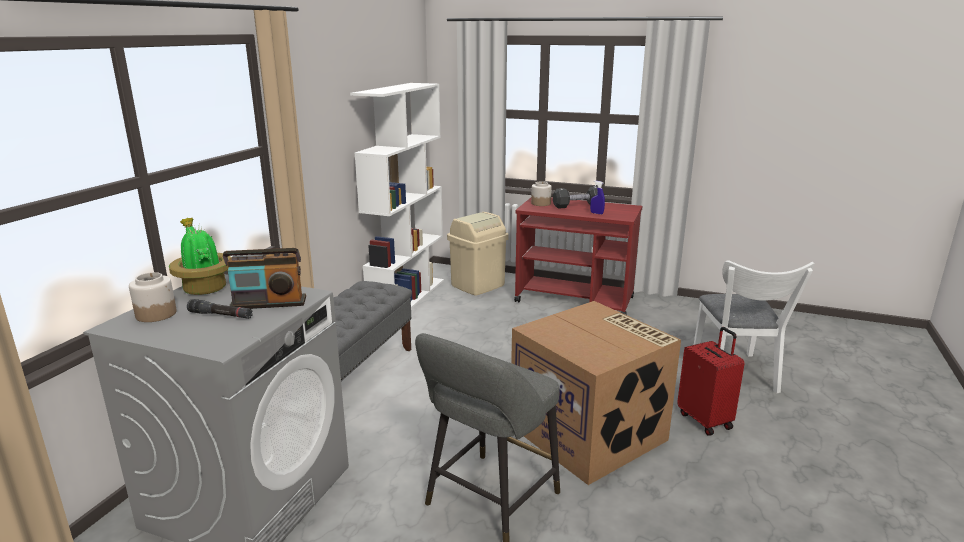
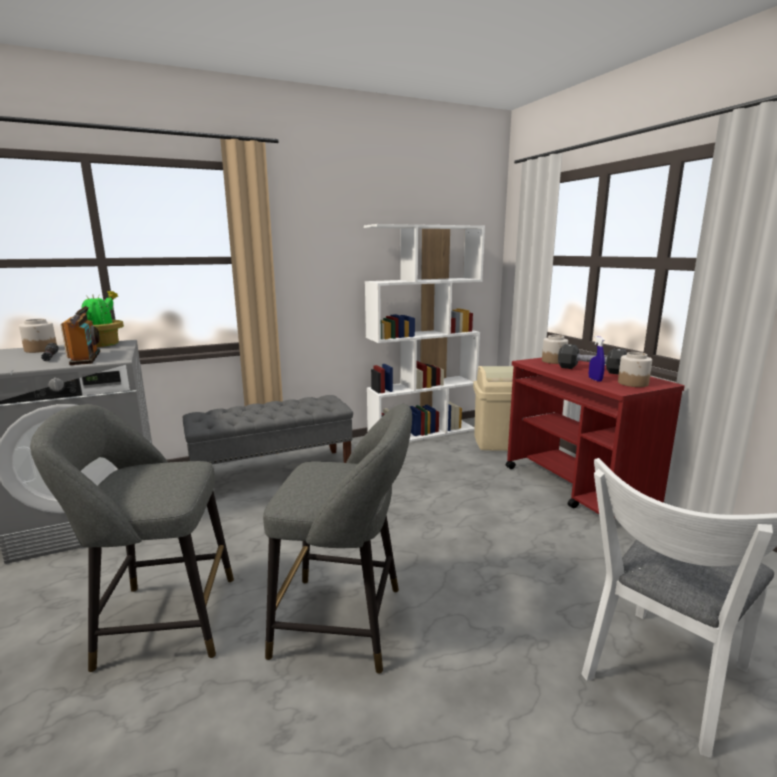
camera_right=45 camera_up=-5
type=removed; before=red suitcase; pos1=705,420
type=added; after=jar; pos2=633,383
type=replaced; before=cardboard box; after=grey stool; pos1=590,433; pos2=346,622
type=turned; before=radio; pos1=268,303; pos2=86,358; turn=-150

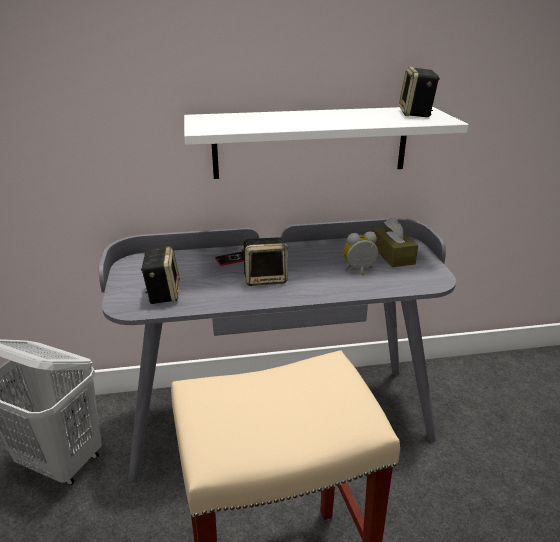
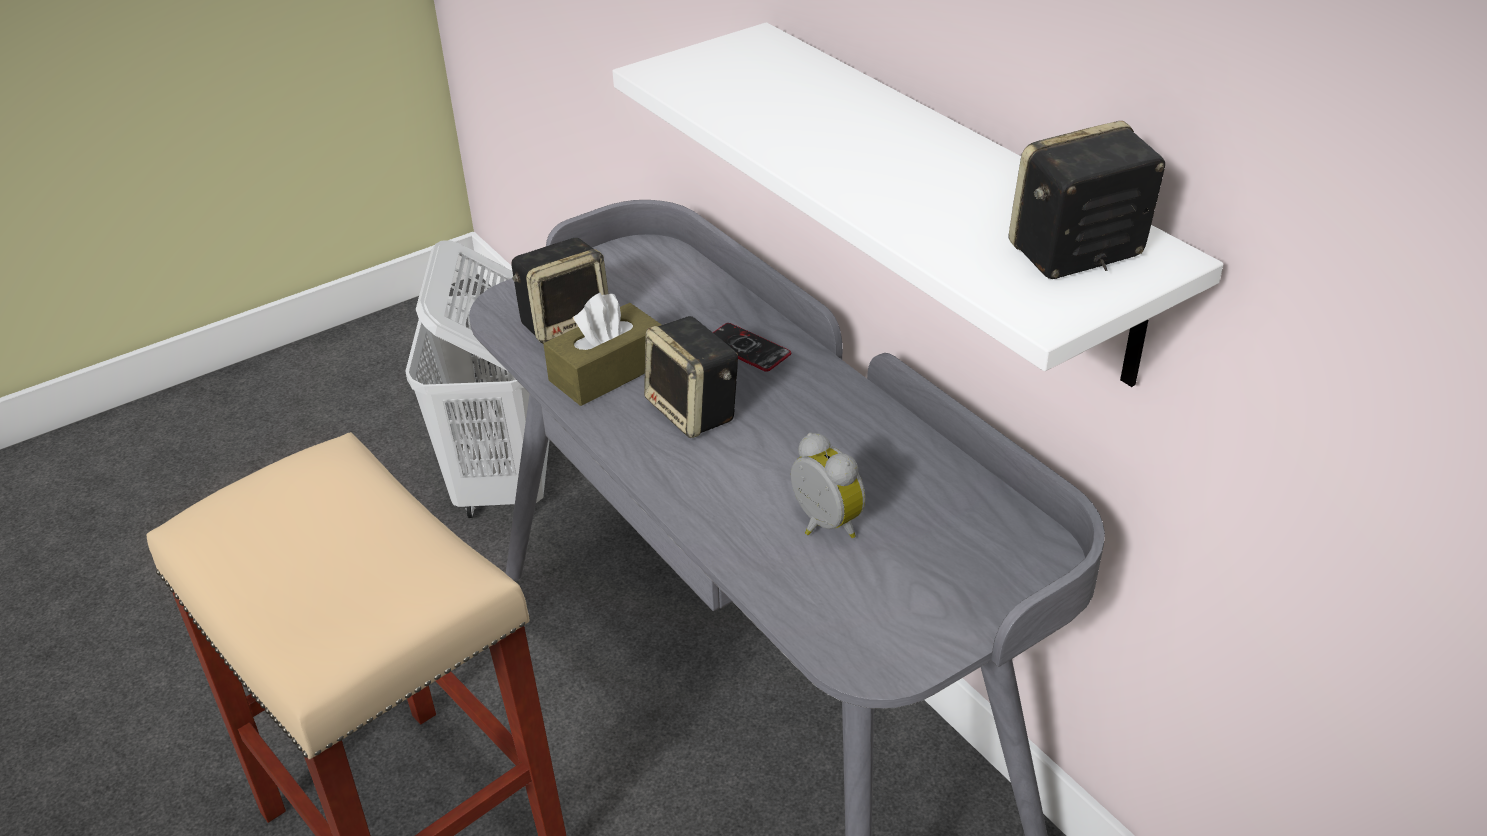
camera_right=65 camera_up=10
type=moved; before=brown tissue box; pos1=393,255; pos2=607,372

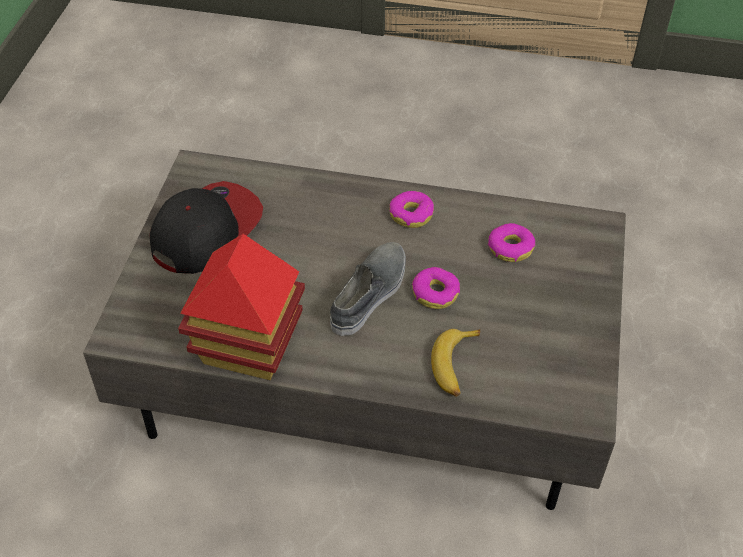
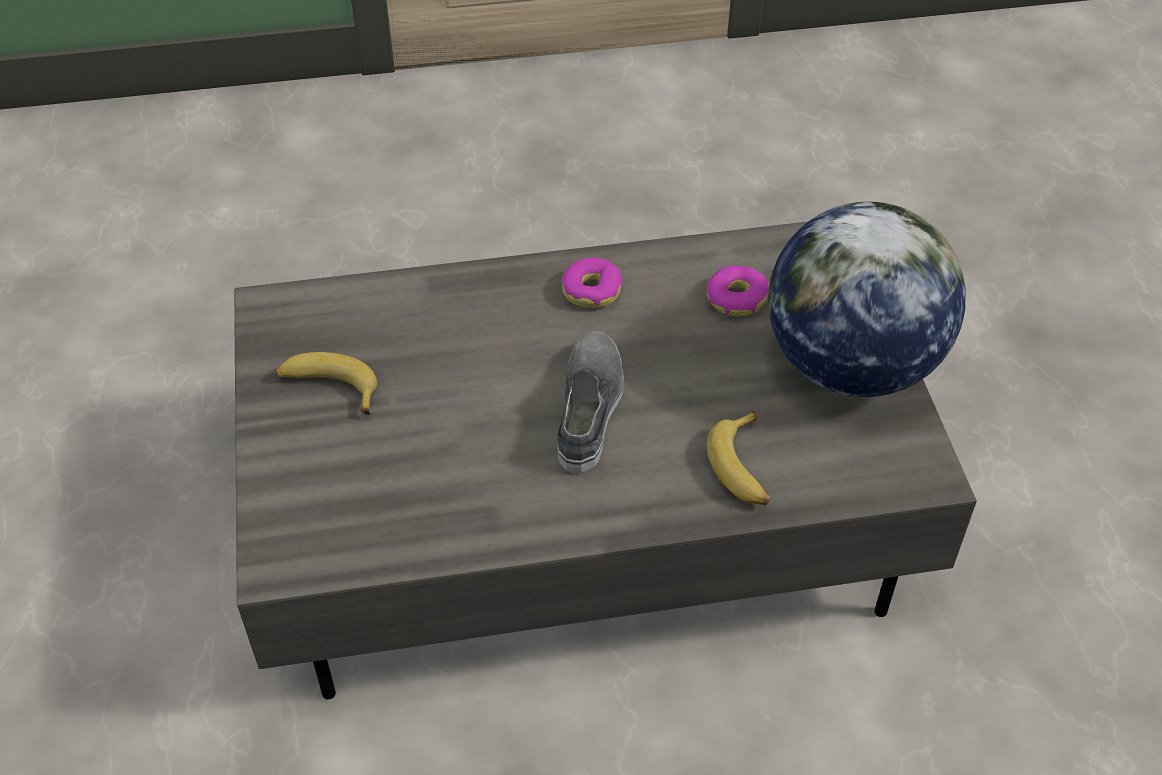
camera_right=-20 camera_up=0
type=removed; before=toy house; pos1=247,347
type=removed; before=donut; pos1=435,293
type=added; after=globe; pos2=850,365
type=replaced; before=cap; after=banana; pos1=206,231; pos2=328,388

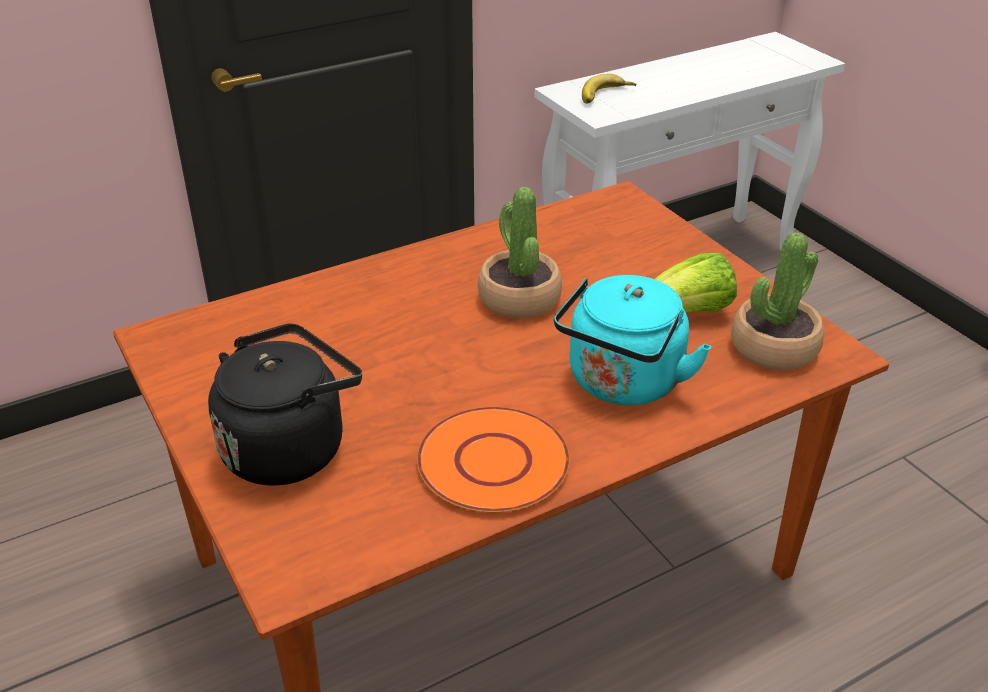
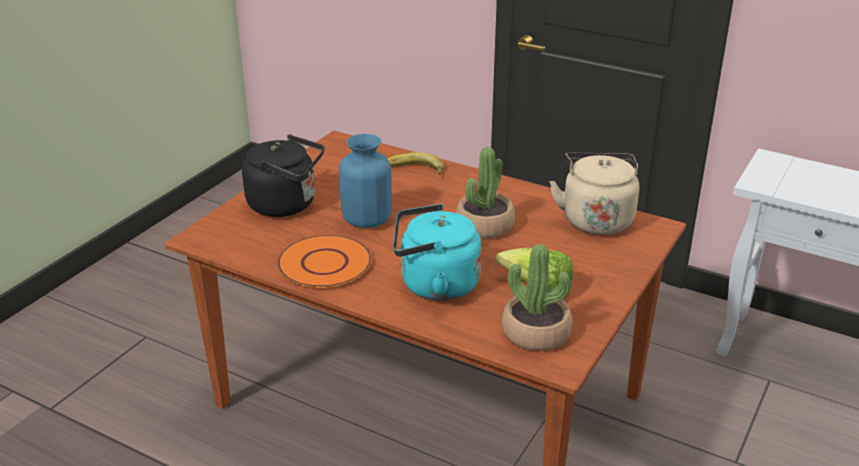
camera_right=60 camera_up=-5
type=added; after=blue vase; pos2=367,219
type=added; after=beige kettle; pos2=596,218
type=moved; before=banana; pos1=606,96; pos2=415,170

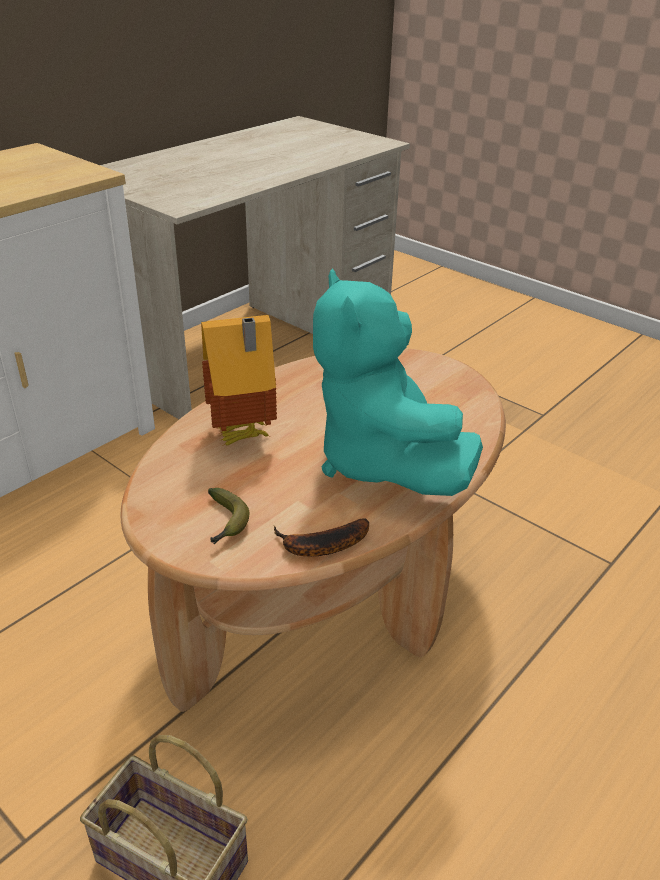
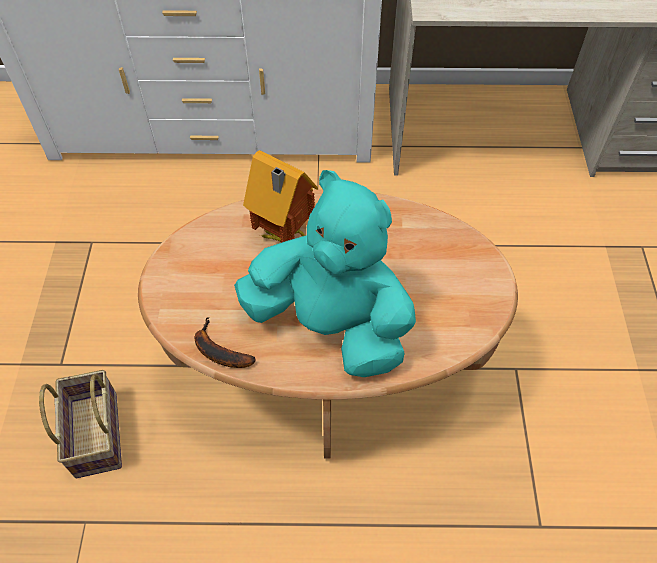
camera_right=50 camera_up=20
type=removed; before=banana; pos1=225,523
type=turned; before=turquoise plush toy; pos1=381,462; pos2=331,325; turn=90

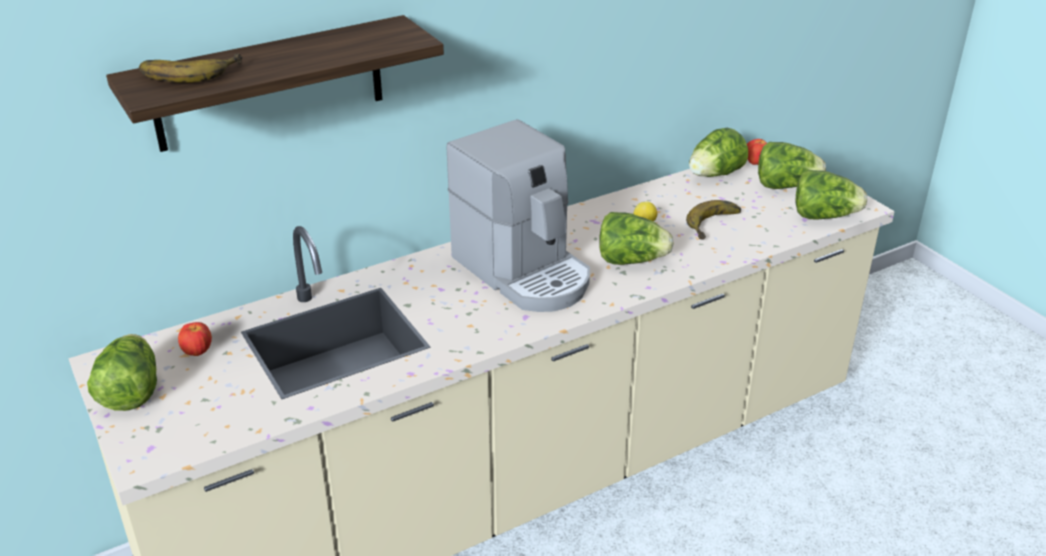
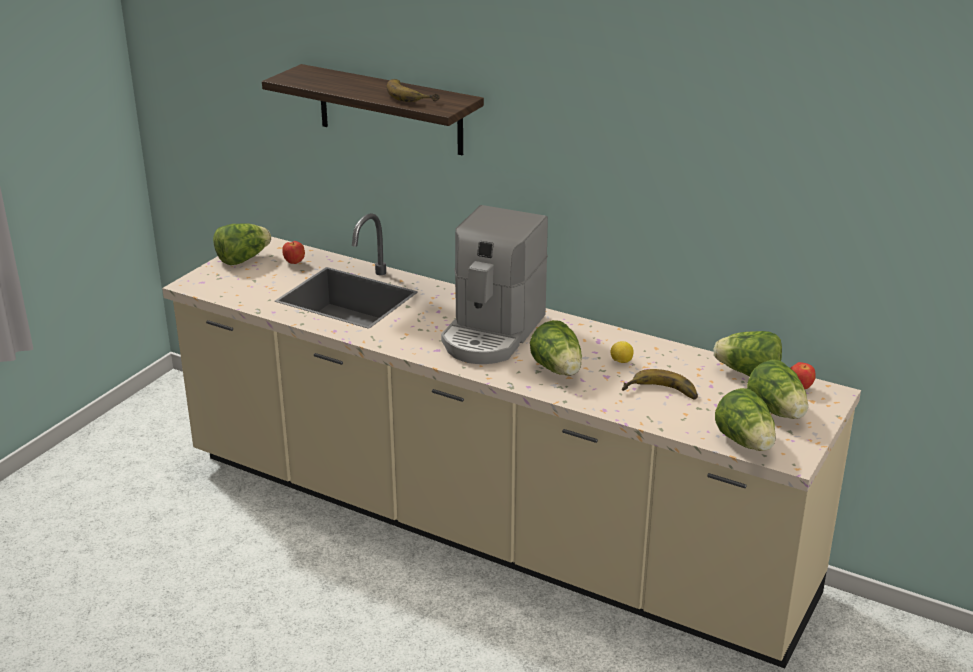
camera_right=60 camera_up=-5
type=moved; before=banana; pos1=190,71; pos2=412,95

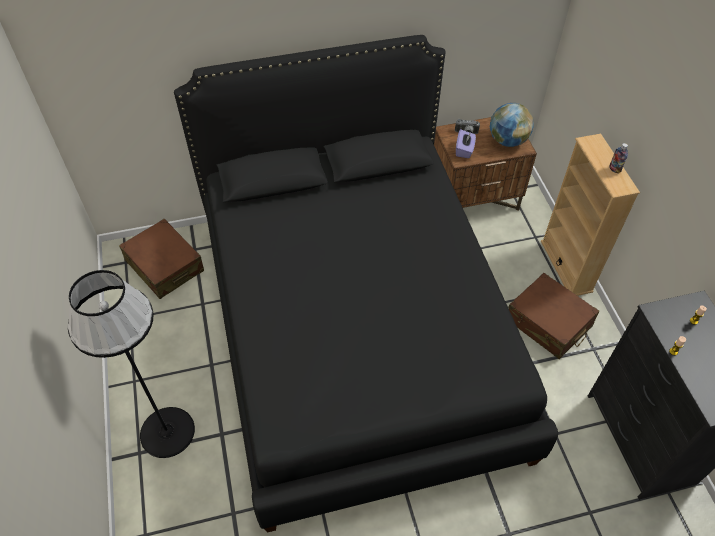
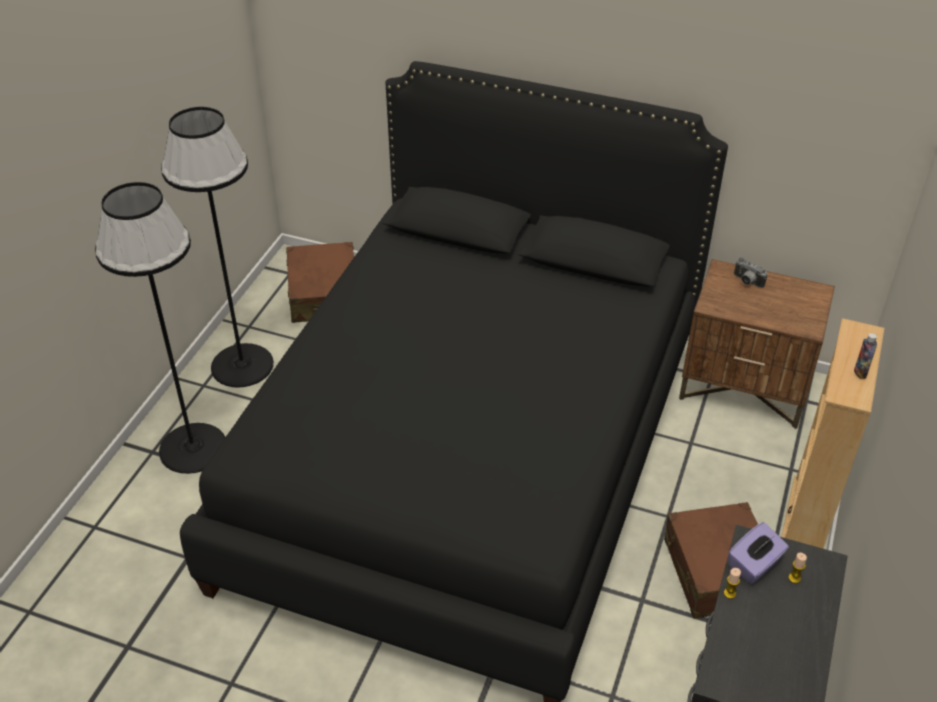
camera_right=35 camera_up=-10
type=removed; before=globe; pos1=507,140
type=added; after=black floor lamp; pos2=242,365
type=moved; before=purple tissue box; pos1=464,150; pos2=754,565

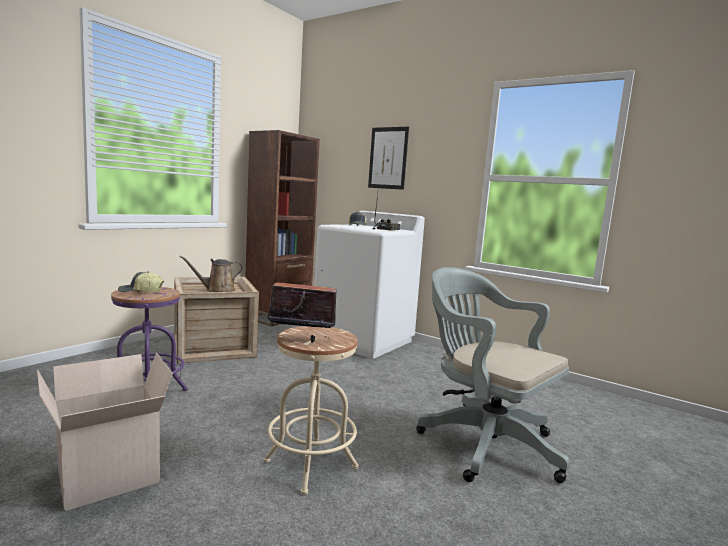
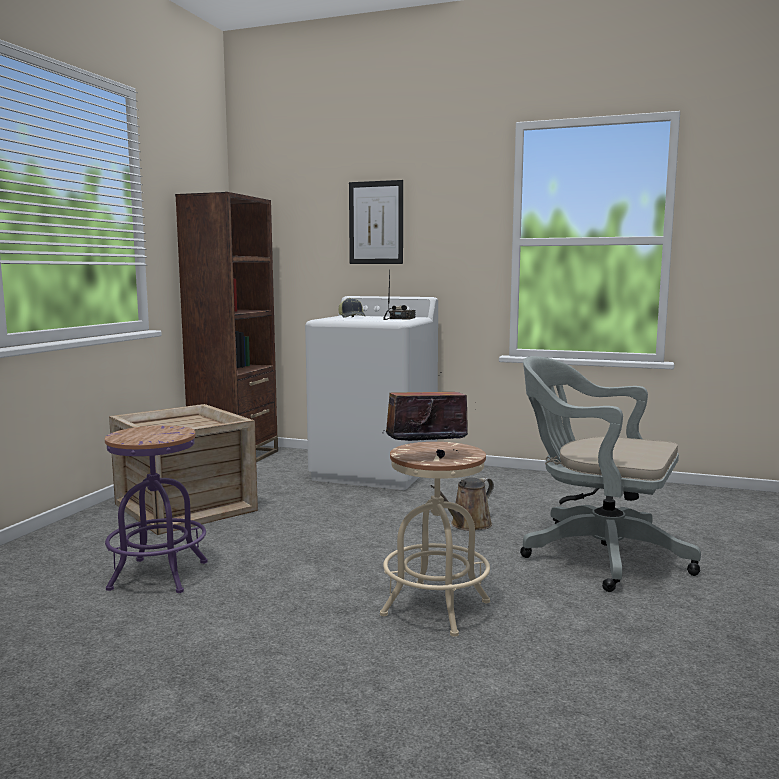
camera_right=-15 camera_up=0
type=removed; before=cardboard box; pos1=107,479
type=removed; before=cap; pos1=140,292
type=moved; before=brown watering can; pos1=217,290; pos2=468,525

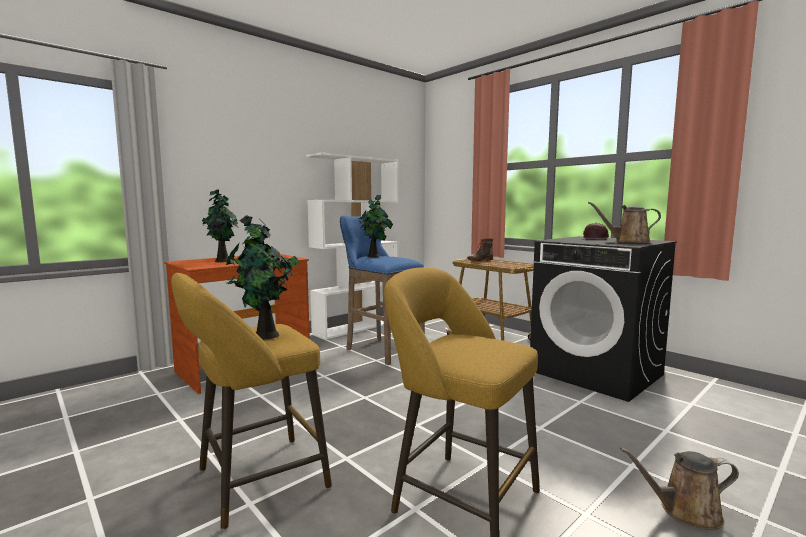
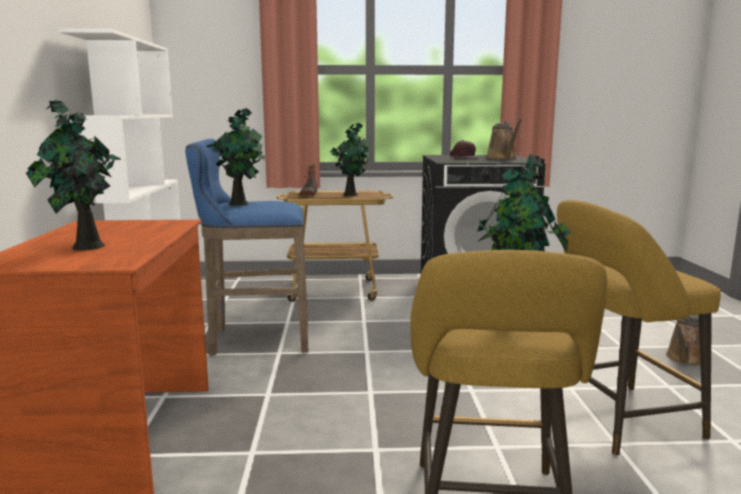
camera_right=-50 camera_up=5
type=added; after=potted plant; pos2=351,195
type=turned; before=brown watering can; pos1=628,242; pos2=502,158; turn=-60

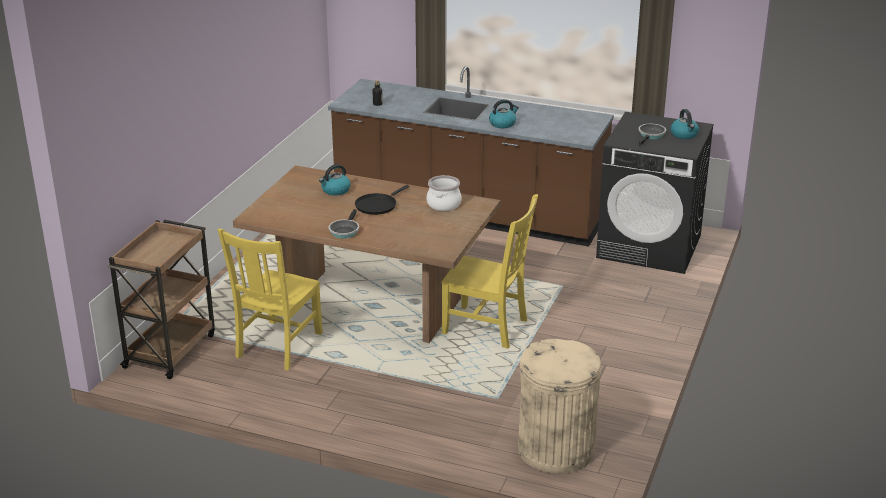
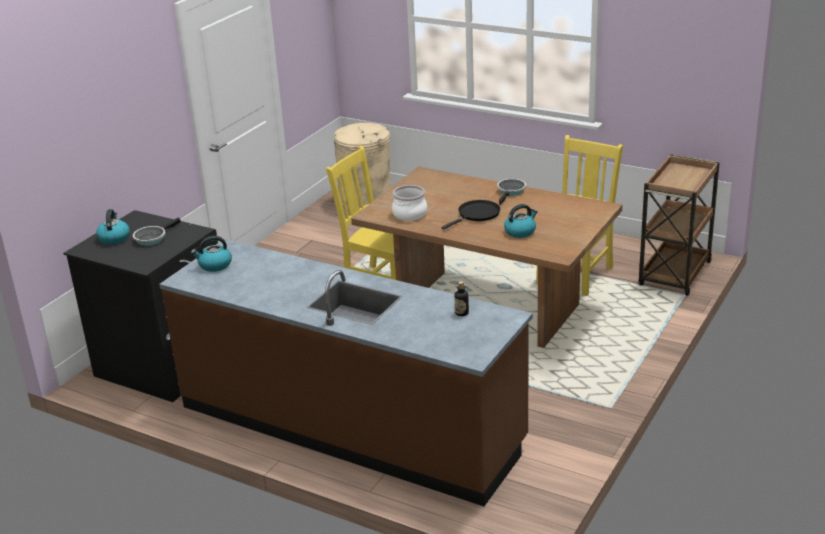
camera_right=-170 camera_up=0
type=moved; before=kettle; pos1=503,124; pos2=214,265

